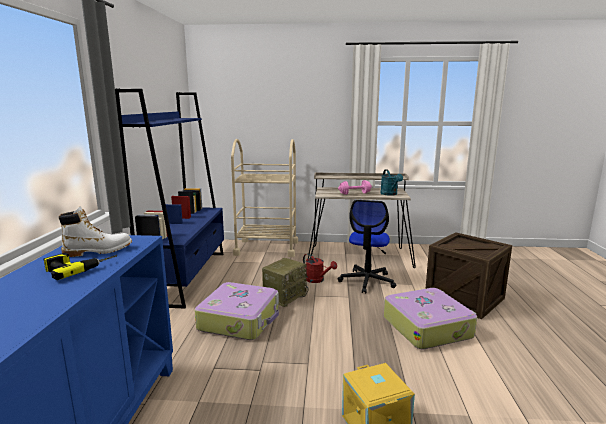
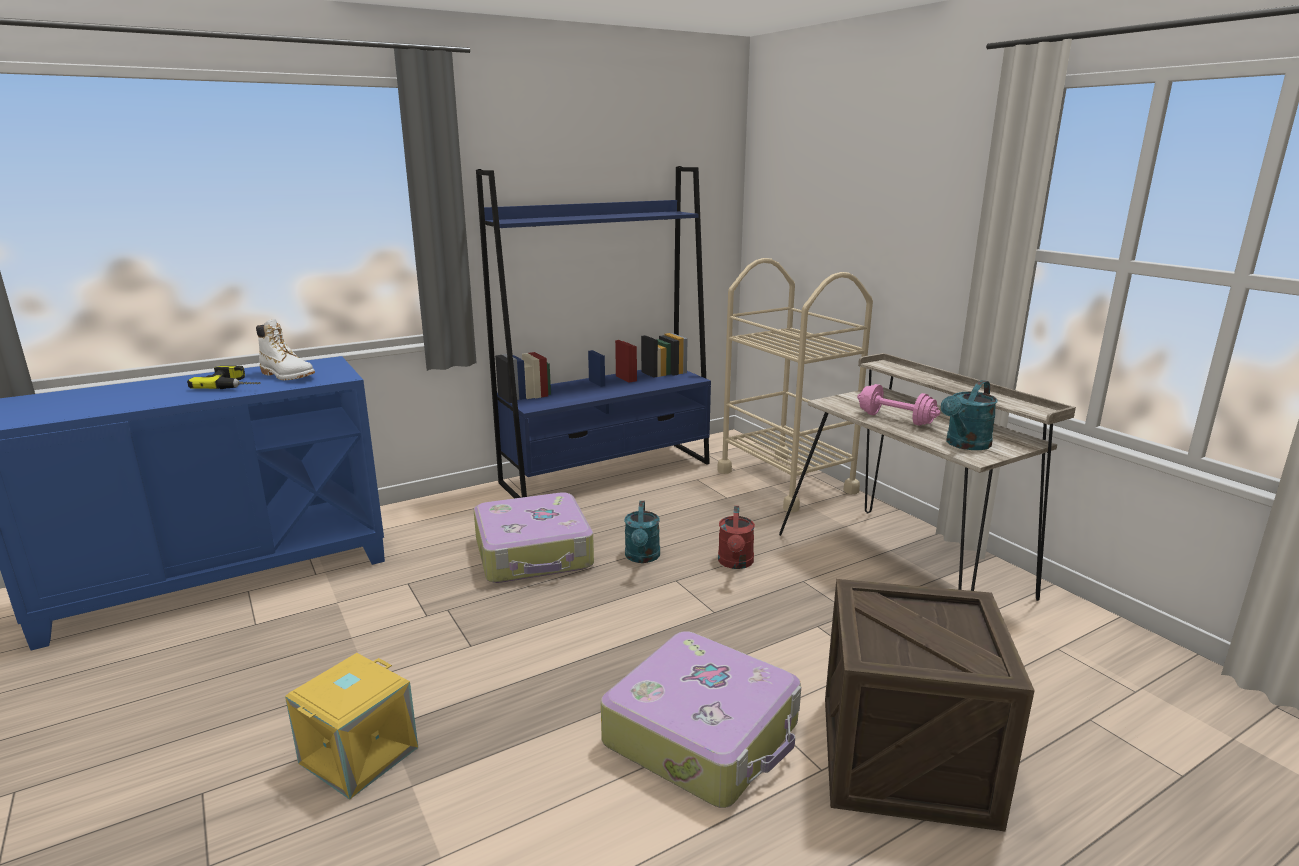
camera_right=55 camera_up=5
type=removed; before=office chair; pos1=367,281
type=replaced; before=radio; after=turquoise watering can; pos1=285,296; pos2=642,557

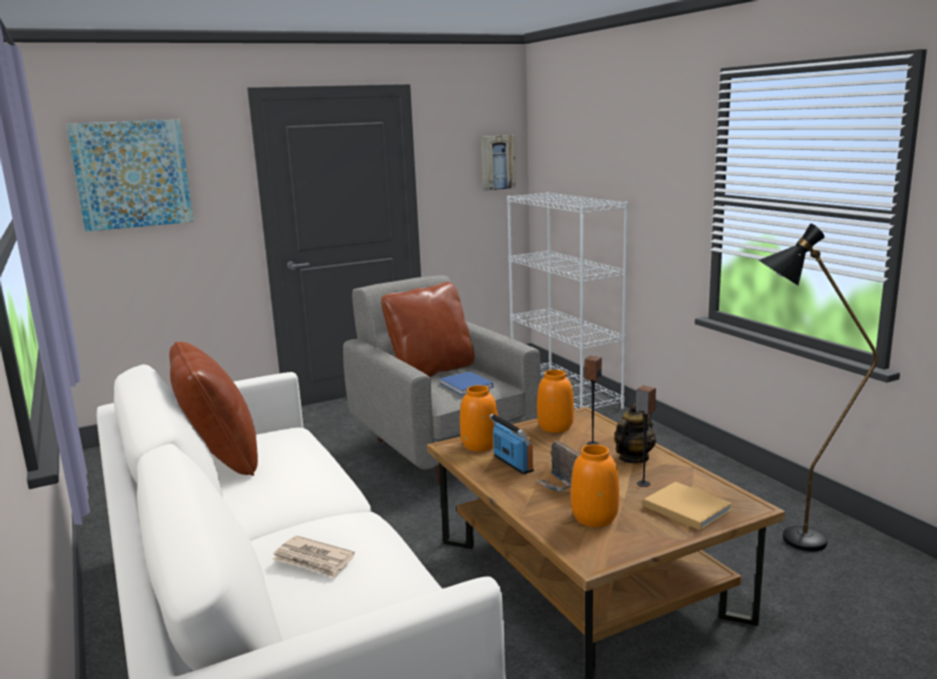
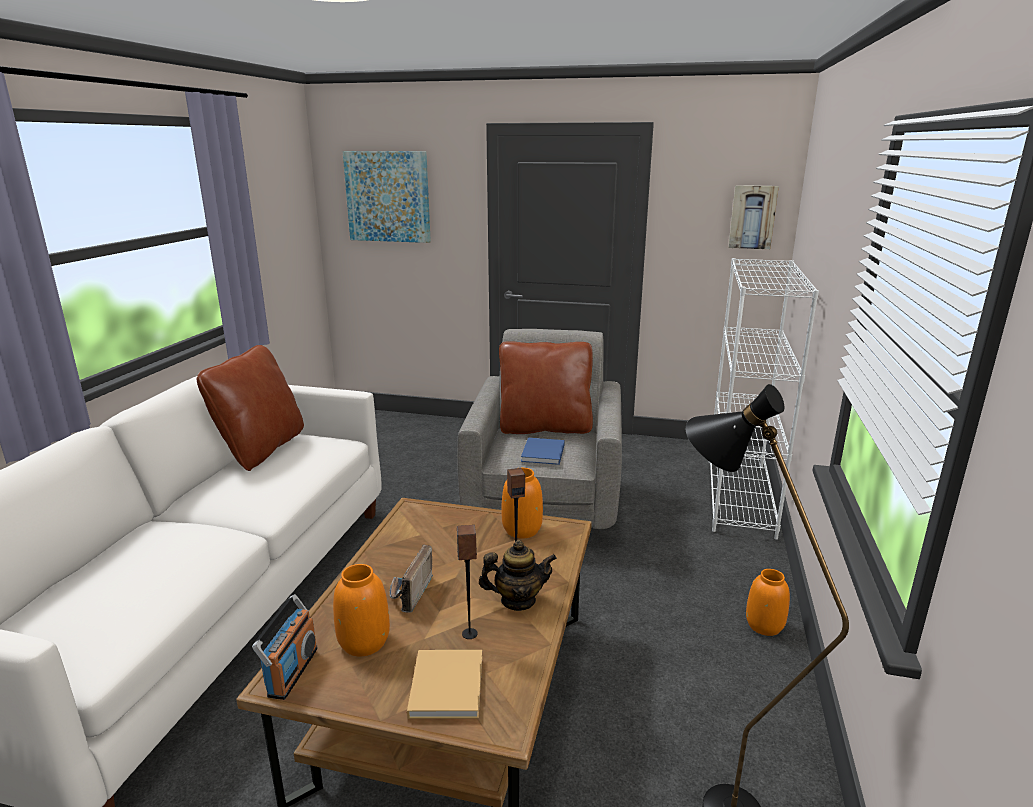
camera_right=40 camera_up=5
type=removed; before=newspaper; pos1=313,560
type=moved; before=orange vase; pos1=480,445; pos2=765,626
type=moved; before=radio; pos1=512,464; pos2=292,671

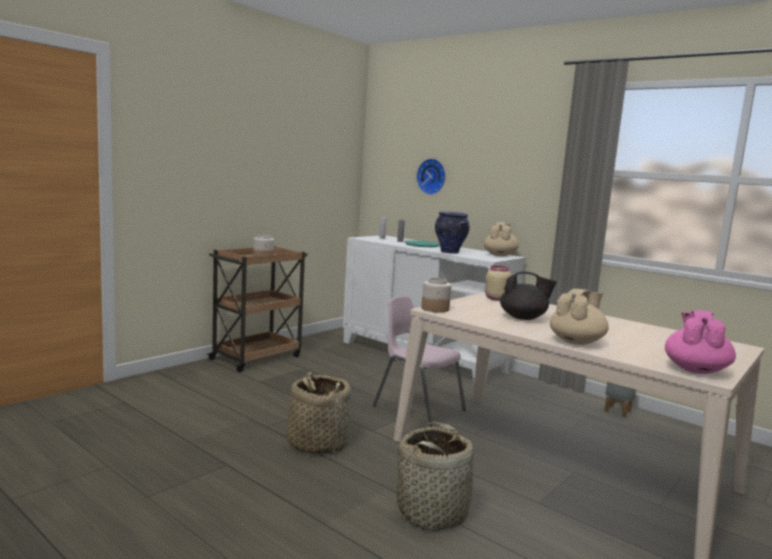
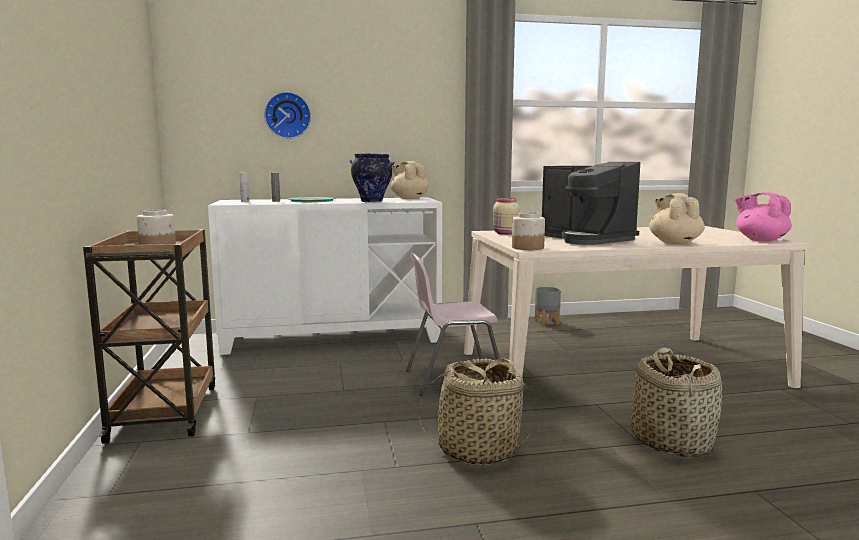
camera_right=-50 camera_up=0
type=replaced; before=black teapot; after=coffee machine; pos1=523,318; pos2=586,239

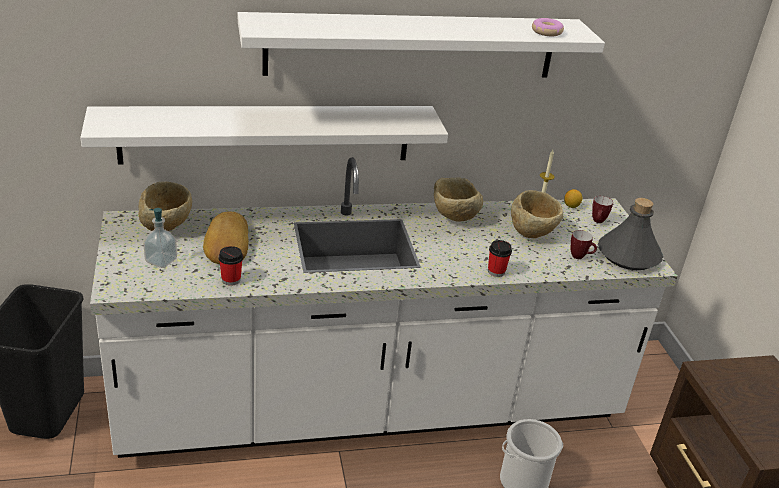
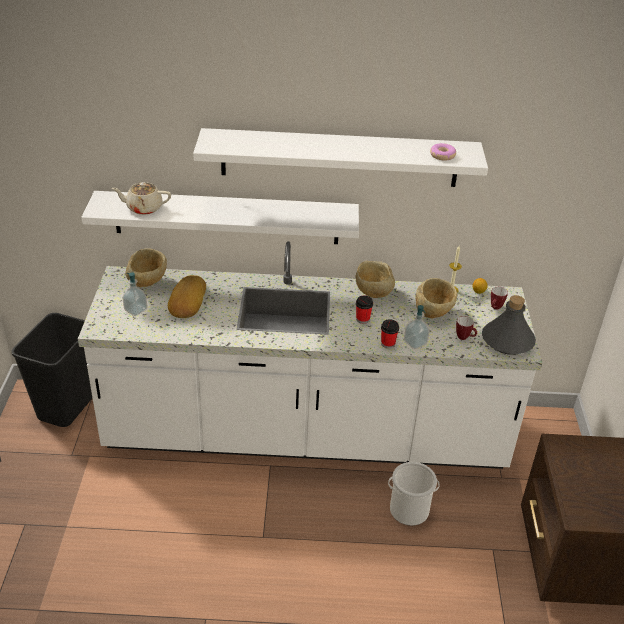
camera_right=15 camera_up=5
type=added; after=beige teapot; pos2=143,208
type=added; after=soap dispenser; pos2=415,343
type=moved; before=cup; pos1=231,280; pos2=362,319

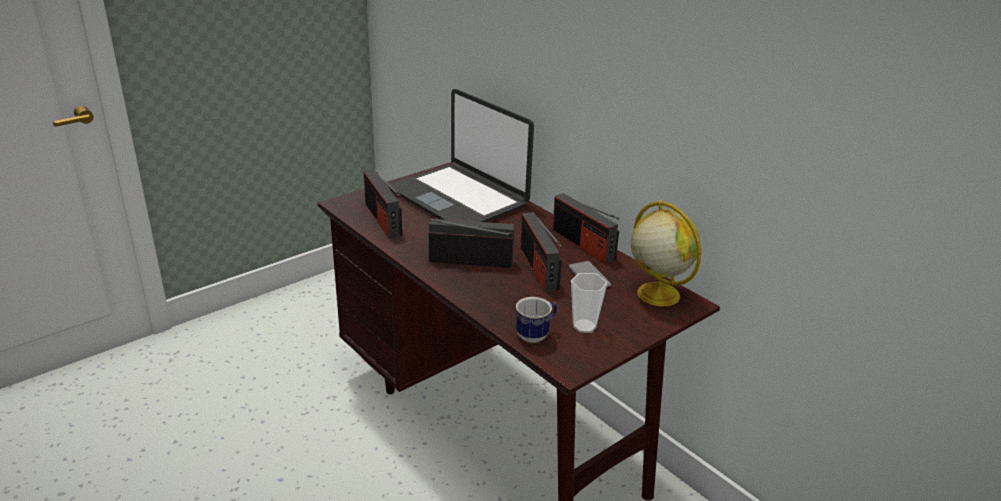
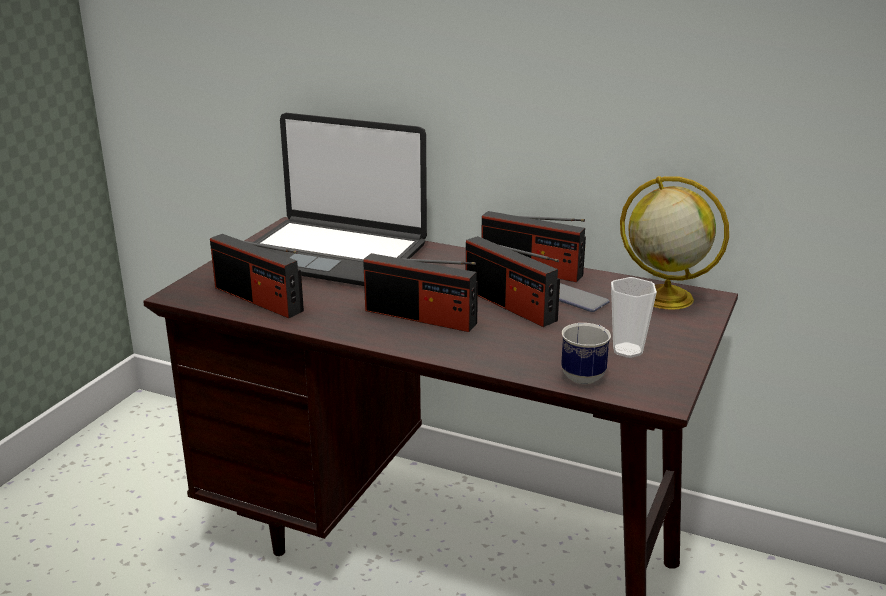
camera_right=-25 camera_up=-5
type=turned; before=radio; pos1=470,261; pos2=420,317; turn=-135

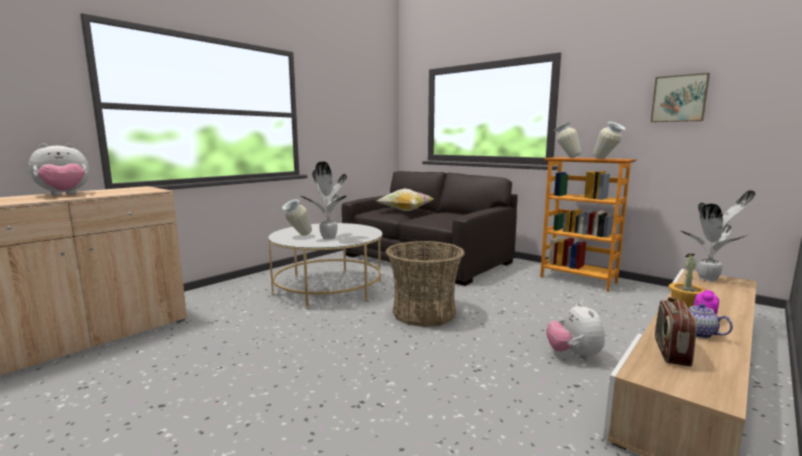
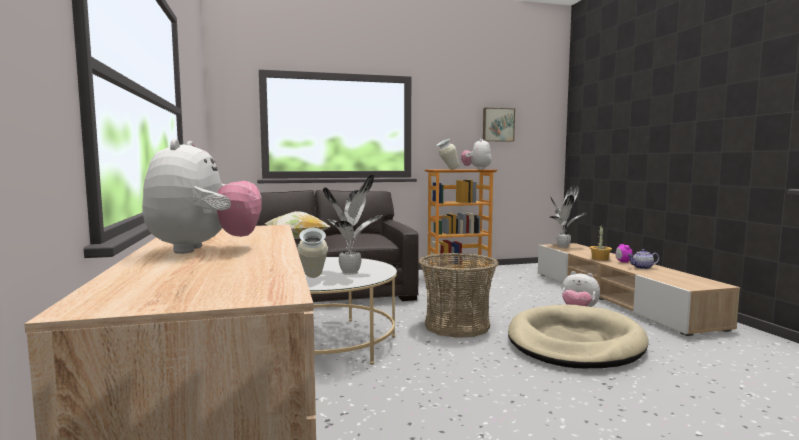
camera_right=-55 camera_up=-5
type=removed; before=radio; pos1=670,352
type=added; after=beige dog bed; pos2=574,343
type=replaced; before=vase; after=plush toy; pos1=607,159; pos2=476,169

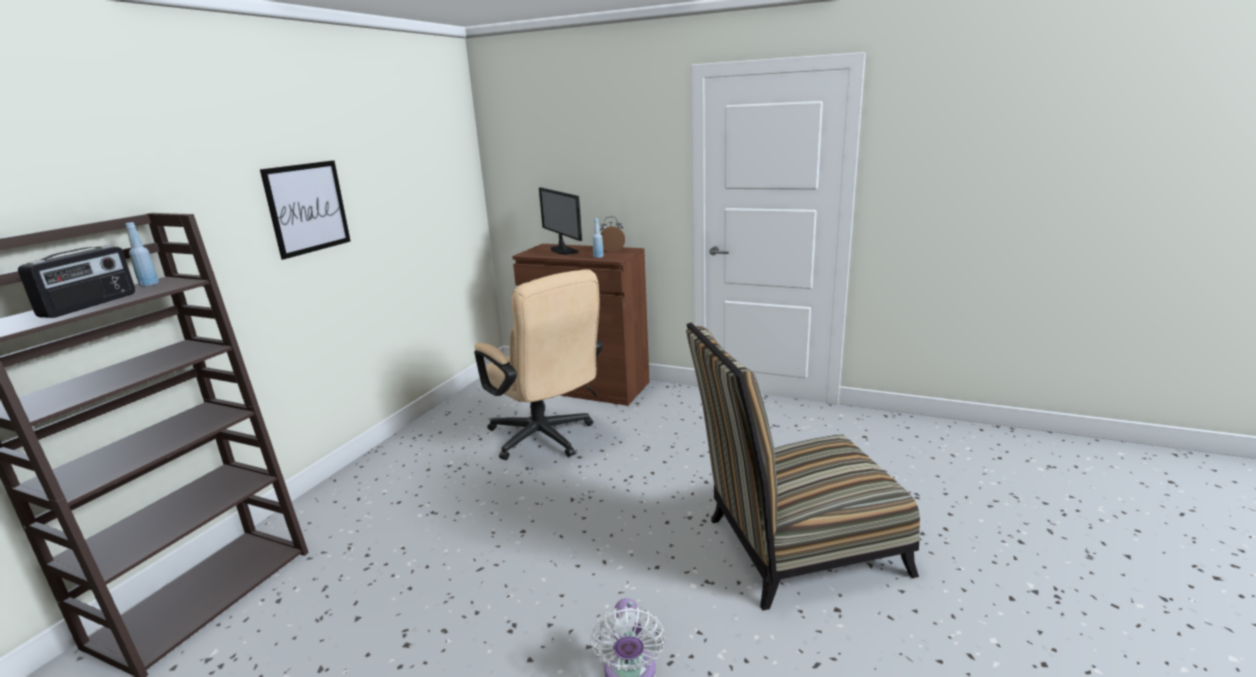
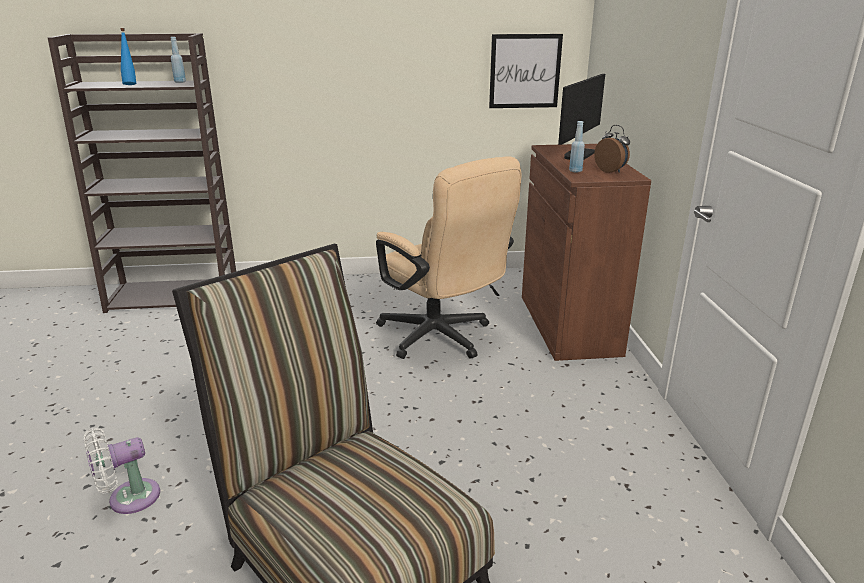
camera_right=60 camera_up=5
type=moved; before=picture; pos1=307,208; pos2=525,71
type=replaced; before=radio; after=blue bottle; pos1=90,305; pos2=131,84
type=turned; before=beige office chair; pos1=546,439; pos2=441,339; turn=-60

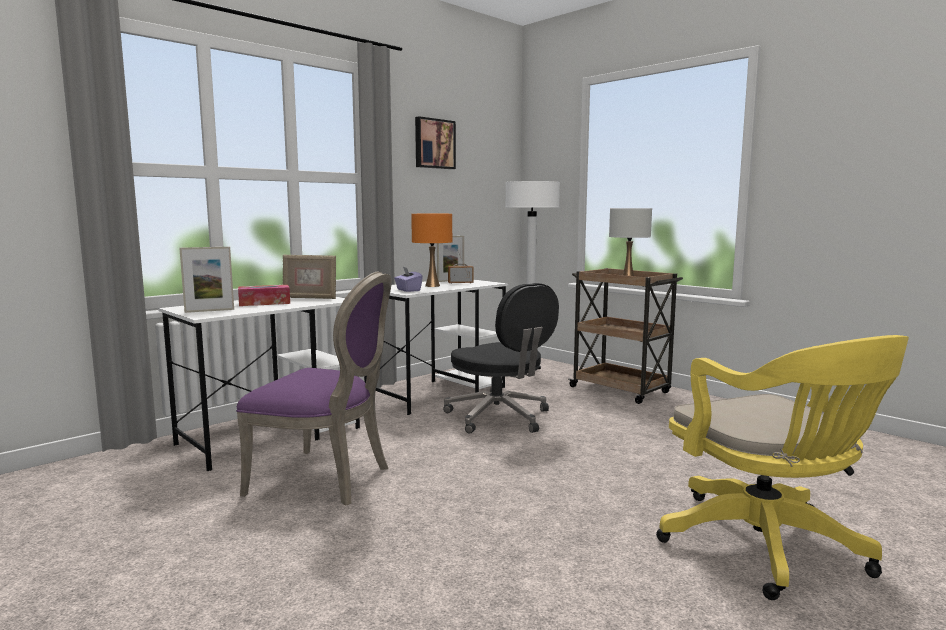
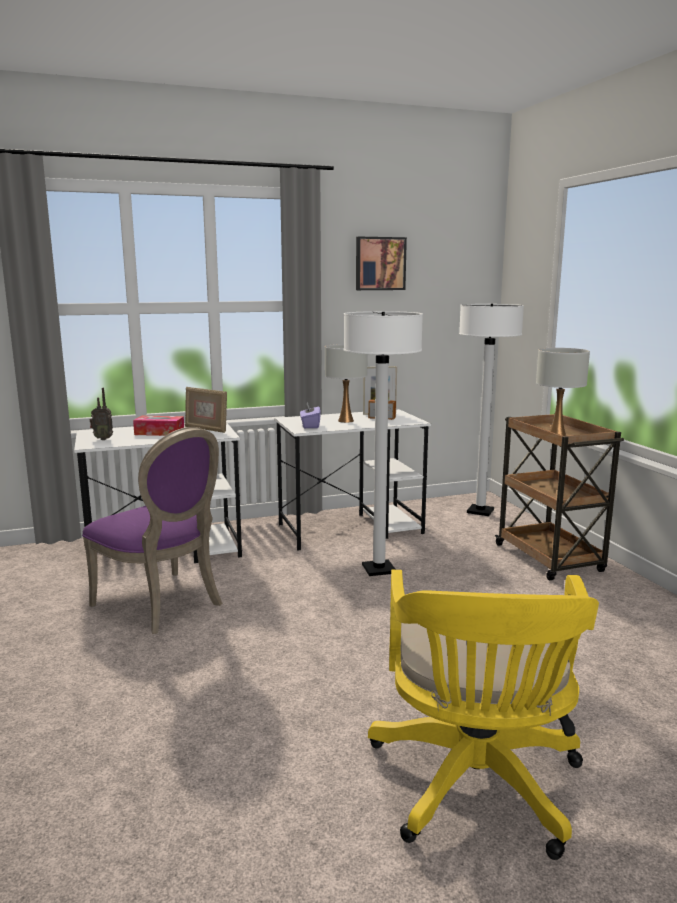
camera_right=25 camera_up=5
type=replaced; before=picture frame; after=radio; pos1=209,311; pos2=103,439
type=replaced; before=black office chair; after=white floor lamp; pos1=499,417; pos2=379,569
type=recoloured; before=orange table lamp; after=white table lamp; pos1=432,286; pos2=346,421

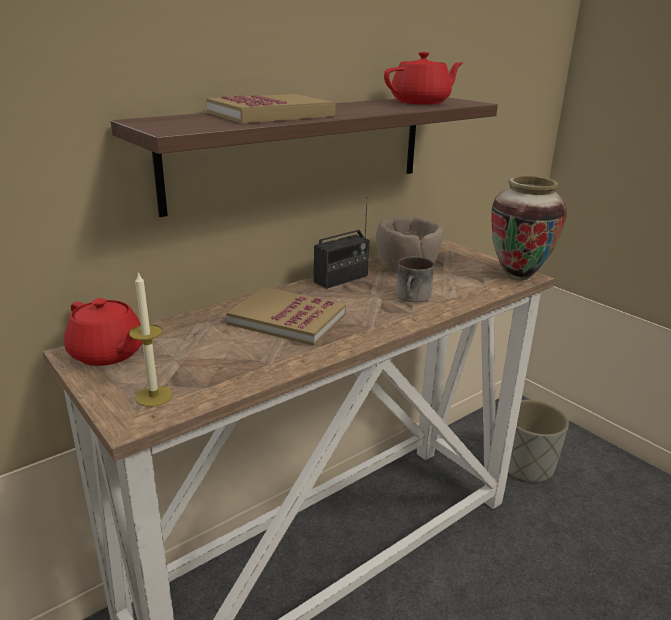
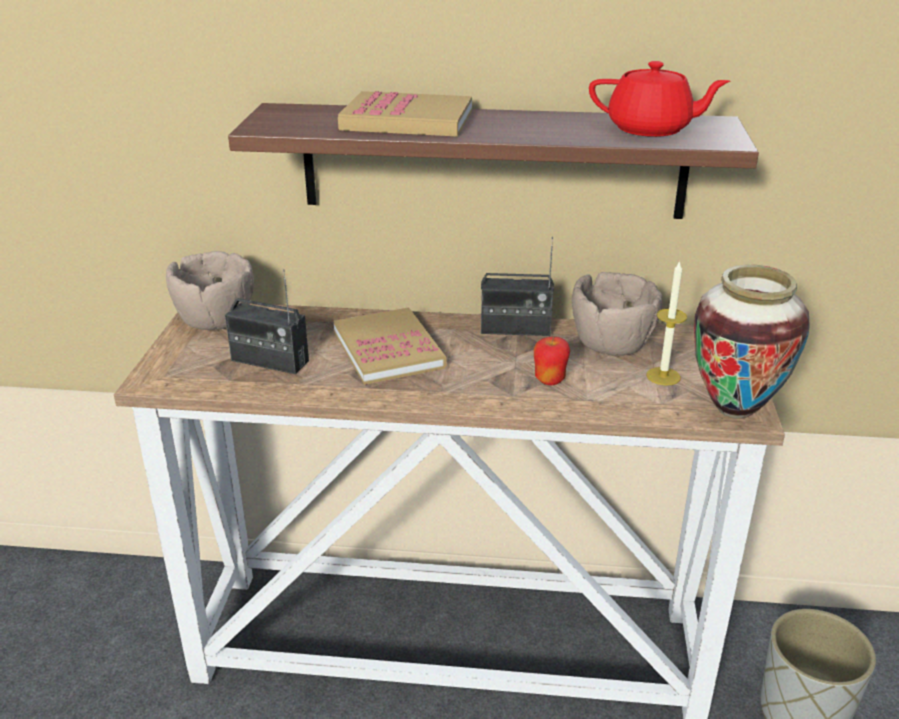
camera_right=45 camera_up=5
type=added; after=radio; pos2=269,361
type=moved; before=candle; pos1=154,396; pos2=663,376
type=replaced; before=red teapot; after=brown bowl; pos1=108,354; pos2=217,321
type=replaced; before=mug; after=apple; pos1=413,297; pos2=549,380

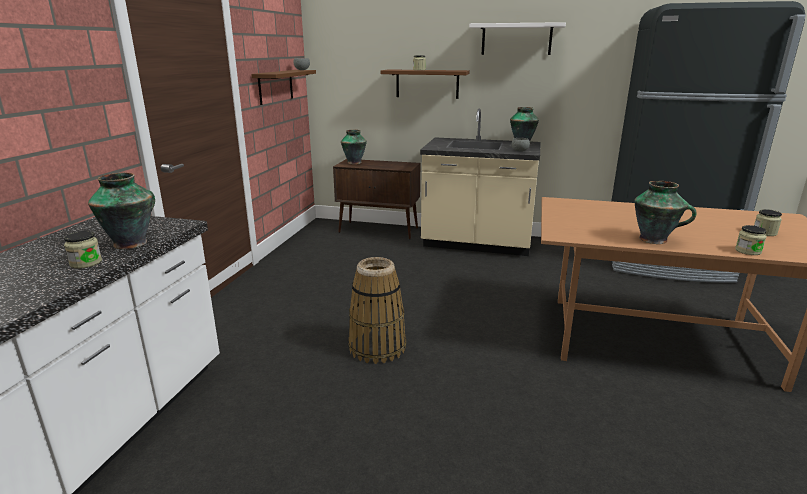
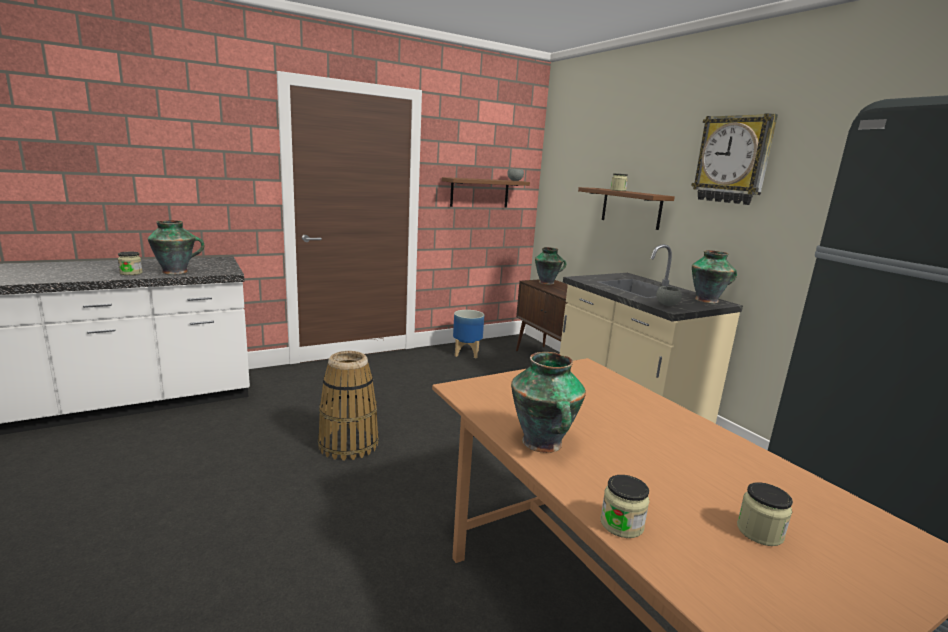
camera_right=45 camera_up=-5
type=added; after=planter; pos2=466,353
type=replaced; before=white shelf; after=wall clock; pos1=516,39; pos2=733,159

